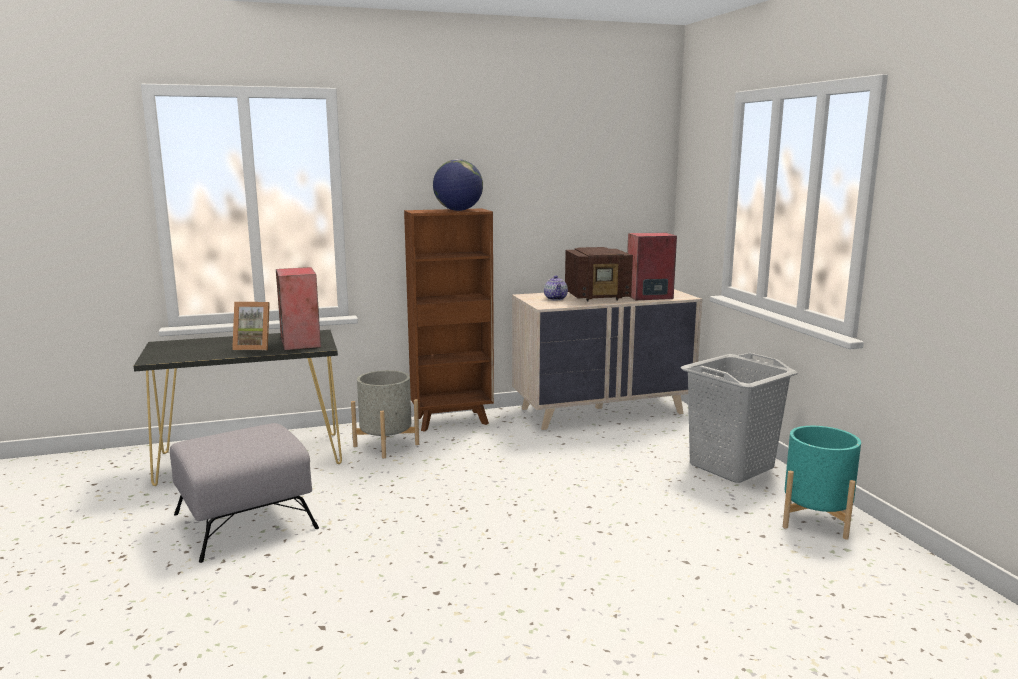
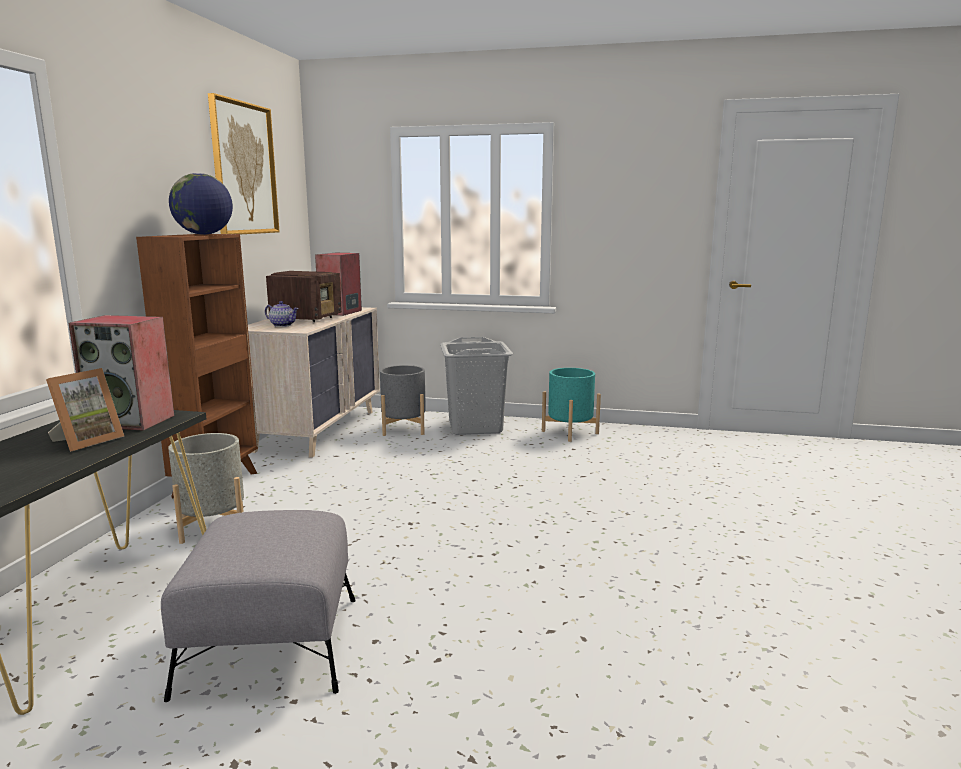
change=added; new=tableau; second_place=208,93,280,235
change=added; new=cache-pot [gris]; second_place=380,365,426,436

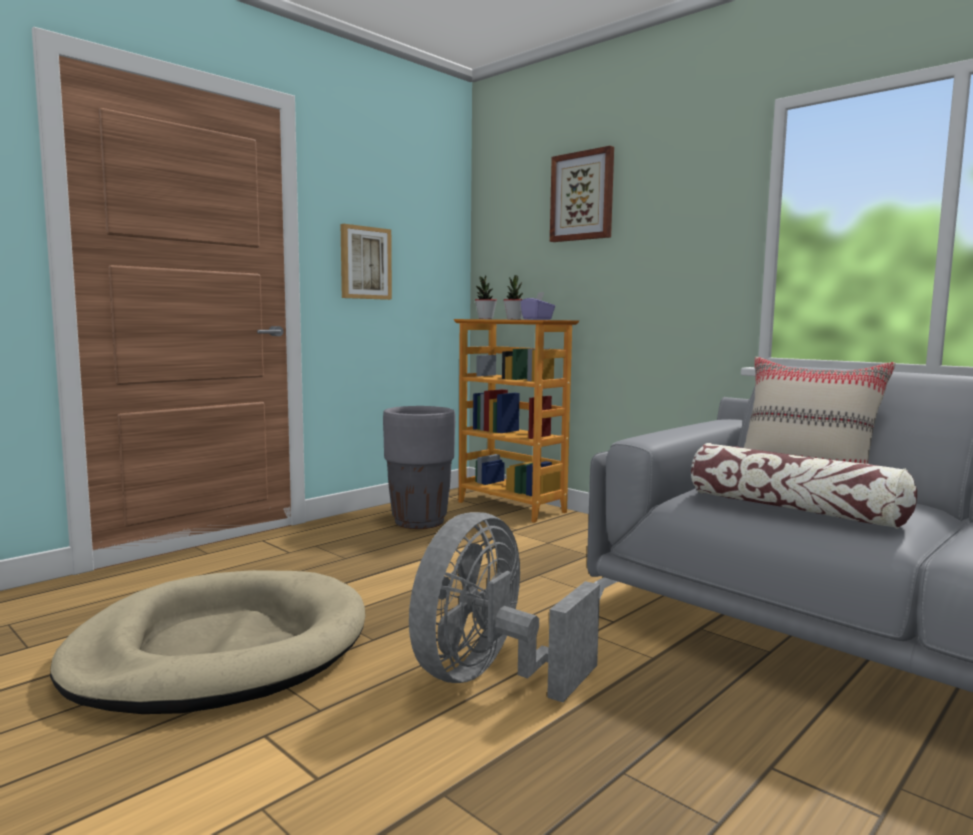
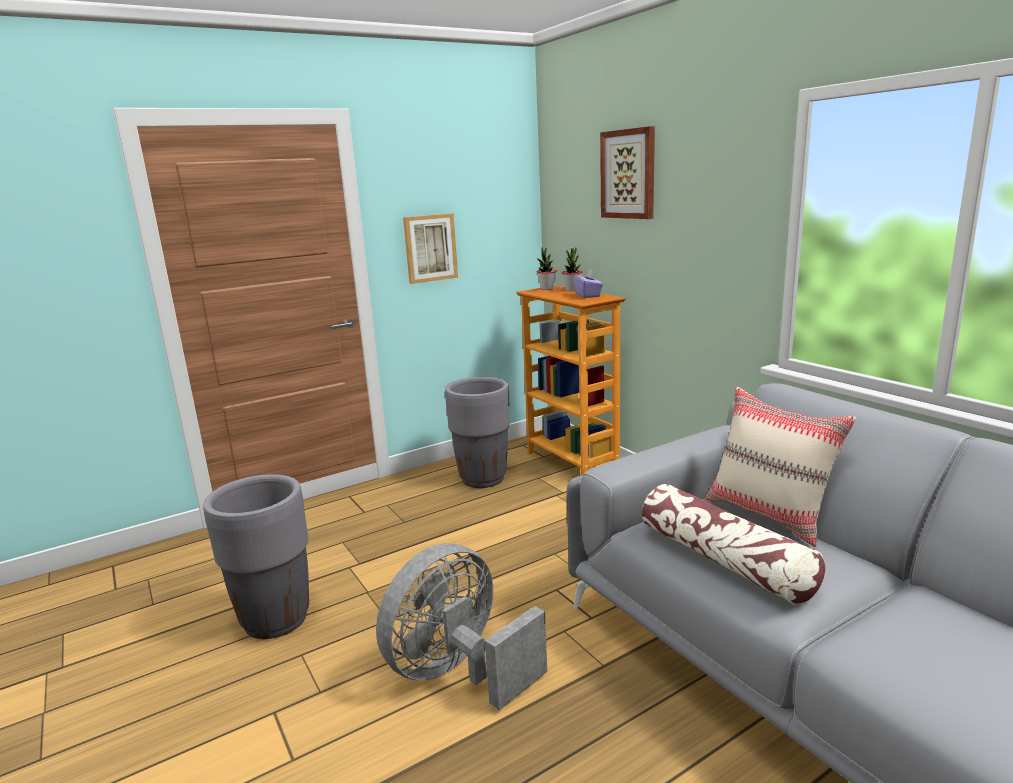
change=replaced; old=panier pour chien [beige]; new=cache-pot [gris]; first_place=50,570,365,714; second_place=203,474,309,639

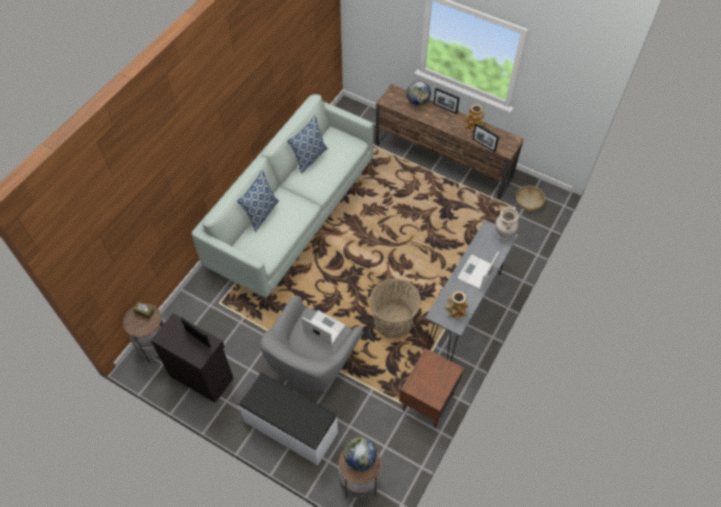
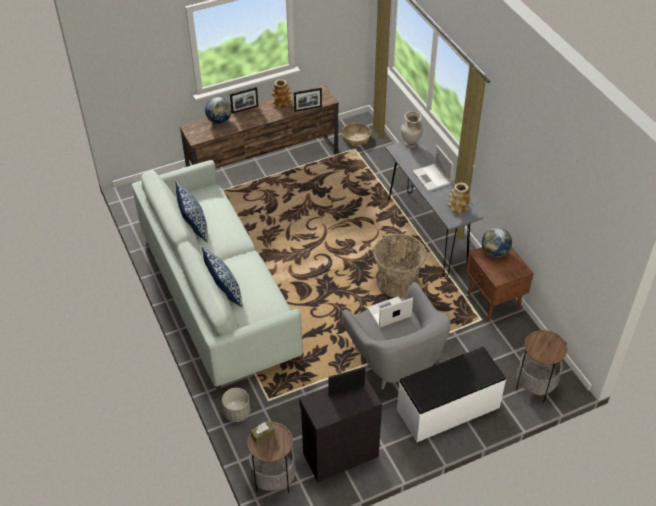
change=moved; old=globe; first_place=344,437,377,471; second_place=482,227,512,257
change=added; new=cache-pot [gris]; second_place=222,388,250,422

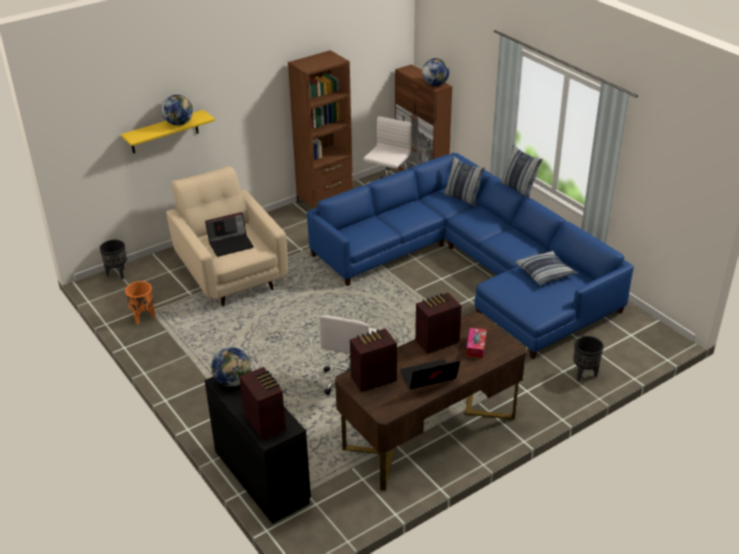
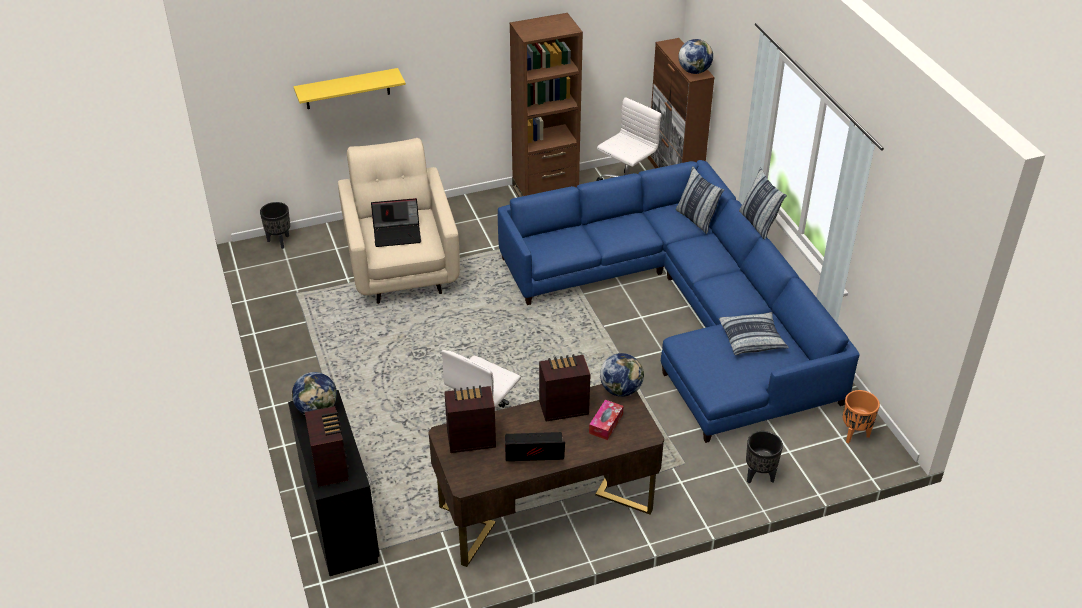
change=moved; old=cache-pot [orange]; first_place=125,281,155,324; second_place=843,390,880,443
change=moved; old=globe; first_place=162,95,193,126; second_place=600,353,644,397

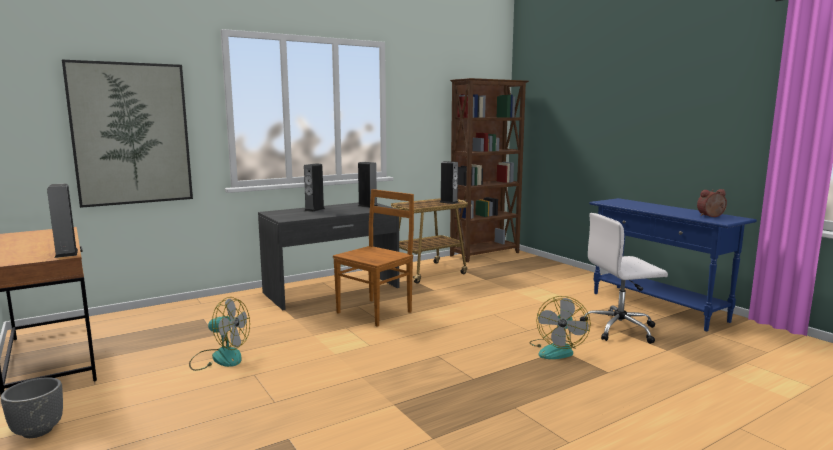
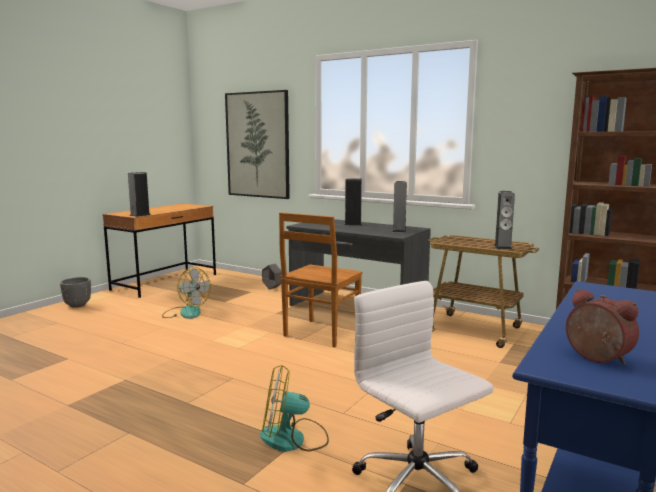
change=turned; old=ventilateur; first_place=189,297,250,371; second_place=162,267,211,319; degrees=-45
change=turned; old=chaise [marron]; first_place=333,189,414,327; second_place=279,212,363,347; degrees=105
change=added; new=cache-pot [gris]; second_place=262,264,282,290

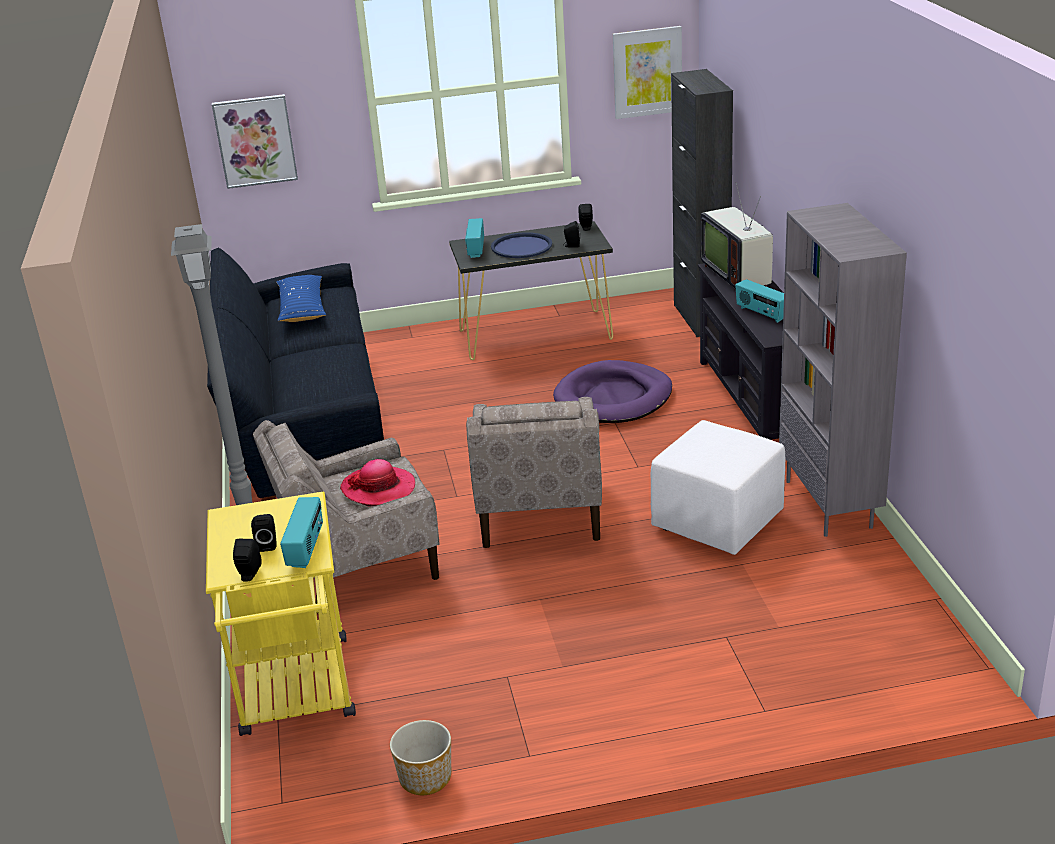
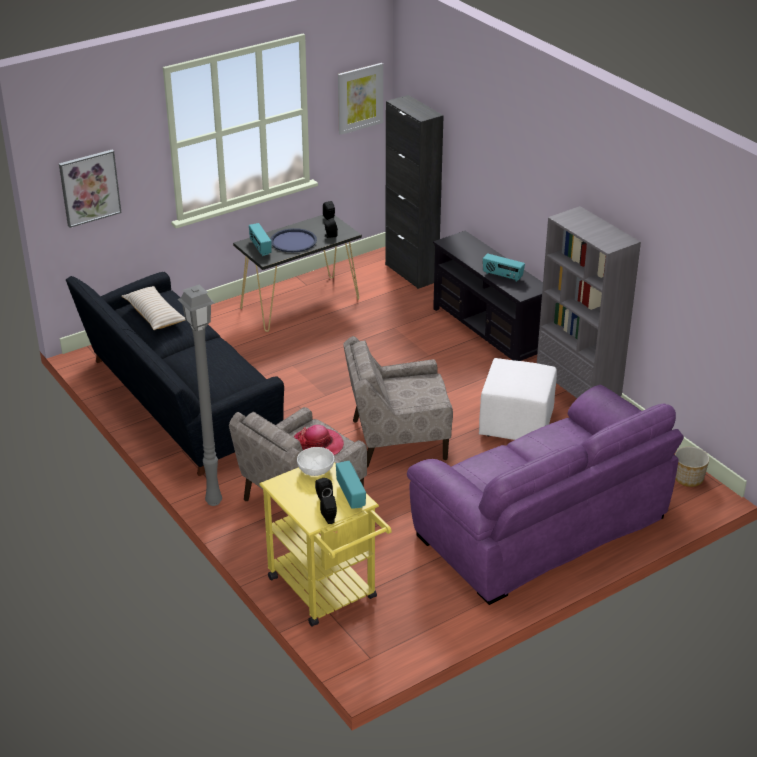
change=recoloured; old=coussin [bleu]; new=coussin [beige]; first_place=276,275,326,322; second_place=122,286,185,330
change=moved; old=cache-pot; first_place=390,720,451,795; second_place=675,447,710,487
change=turned; old=fauteuil [beige]; first_place=466,397,602,548; second_place=343,336,453,468; degrees=105
change=removed; old=panier pour chien [violet]; first_place=553,360,672,423
change=removed; old=téléviseur; first_place=700,183,773,289
change=added; new=bol [blanc]; second_place=297,447,334,476
change=added; new=canapé [violet]; second_place=407,385,684,605

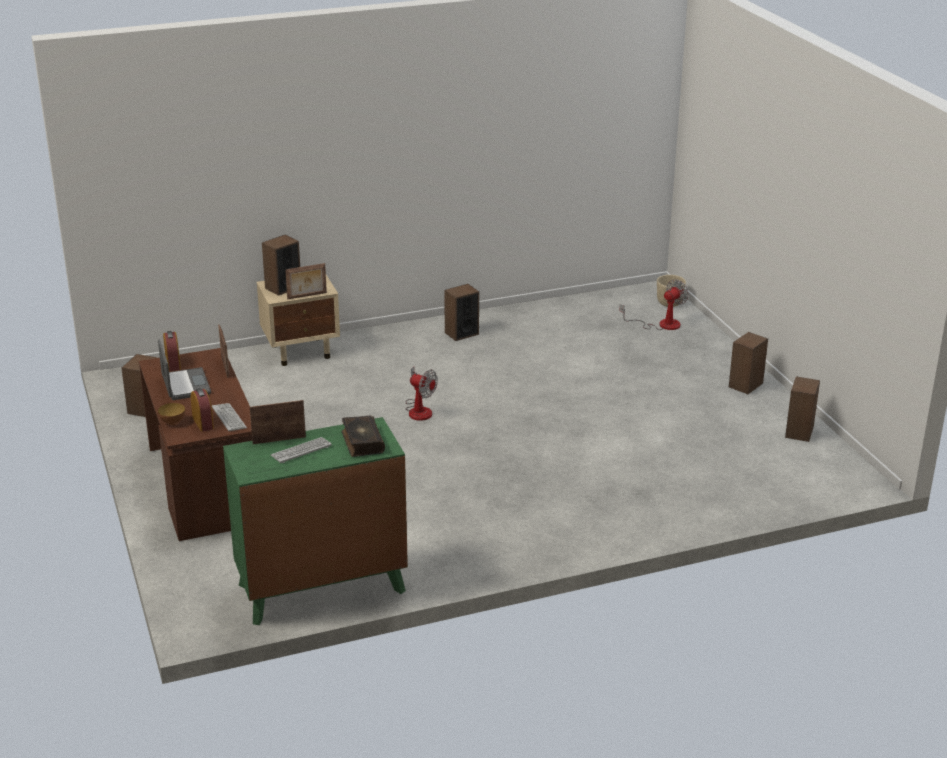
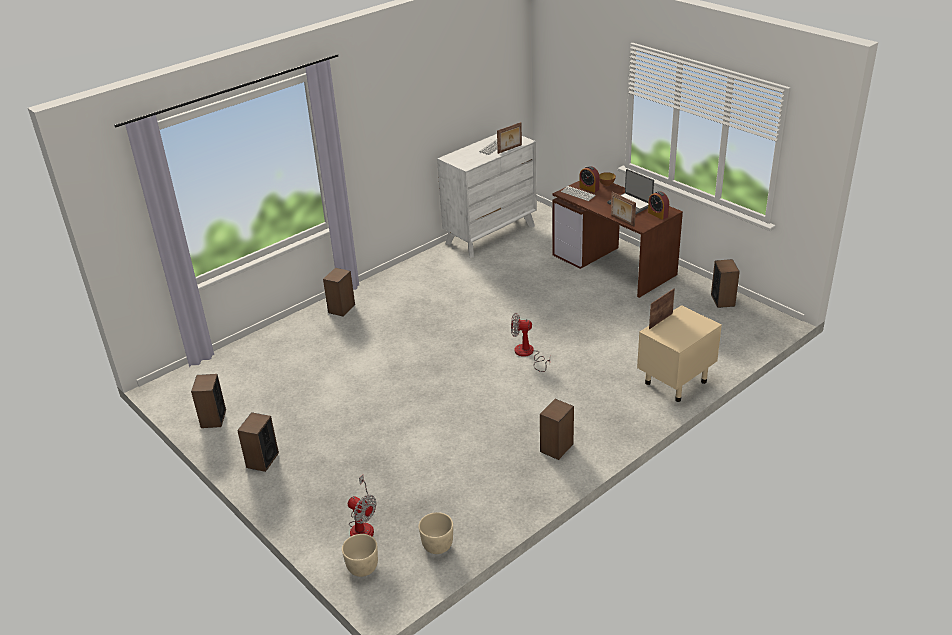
change=recoloured; old=commode [vert]; new=commode [blanc]; first_place=223,417,408,625; second_place=437,134,537,258
change=moved; old=enceinte; first_place=262,235,300,296; second_place=323,268,355,317
change=removed; old=livre; first_place=342,415,385,457
change=turned; old=ventilateur; first_place=619,279,689,330; second_place=348,475,377,536; degrees=-75
change=added; new=cache-pot [beige]; second_place=419,512,453,554

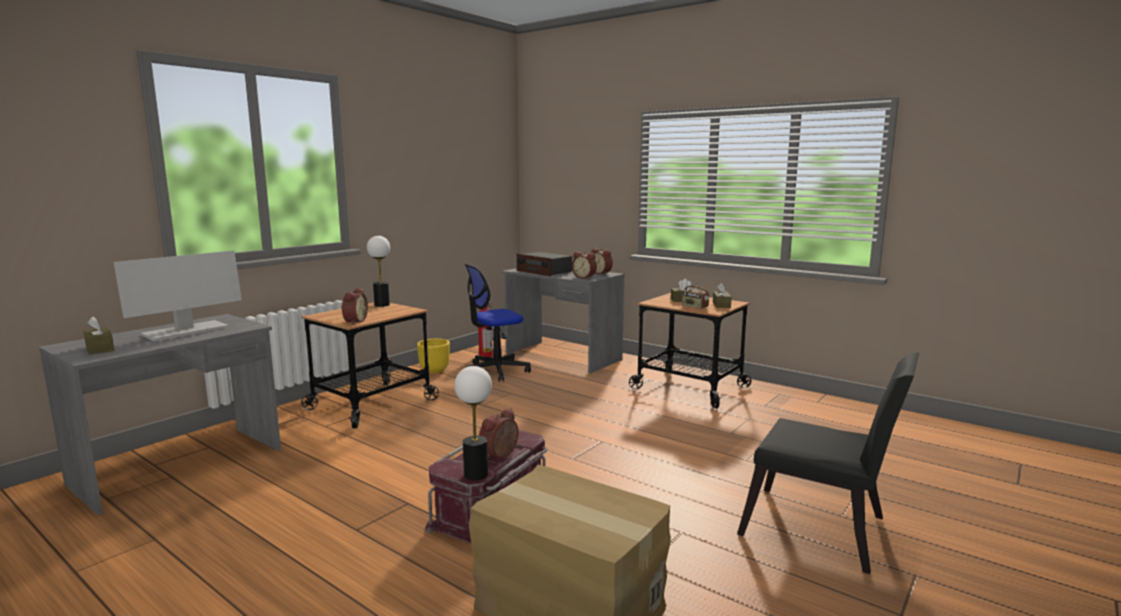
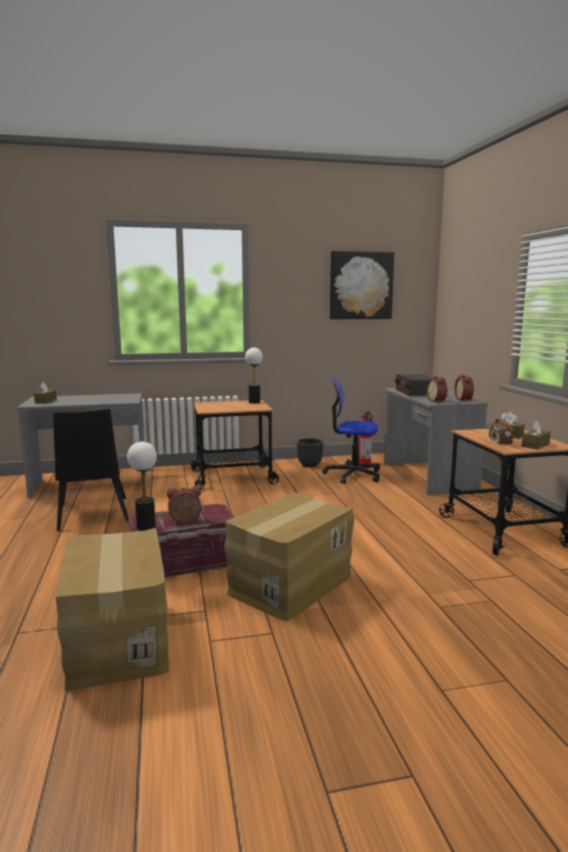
change=removed; old=écran d'ordinateur; first_place=114,251,242,341
change=removed; old=réveil; first_place=341,288,368,325
change=recoloured; old=cache-pot [jaune]; new=cache-pot [noir]; first_place=417,339,450,374; second_place=297,438,324,467
change=moved; old=chaise [noir]; first_place=737,353,919,574; second_place=53,409,129,531
change=added; new=carton; second_place=224,493,354,621
change=added; new=tableau; second_place=330,251,394,319

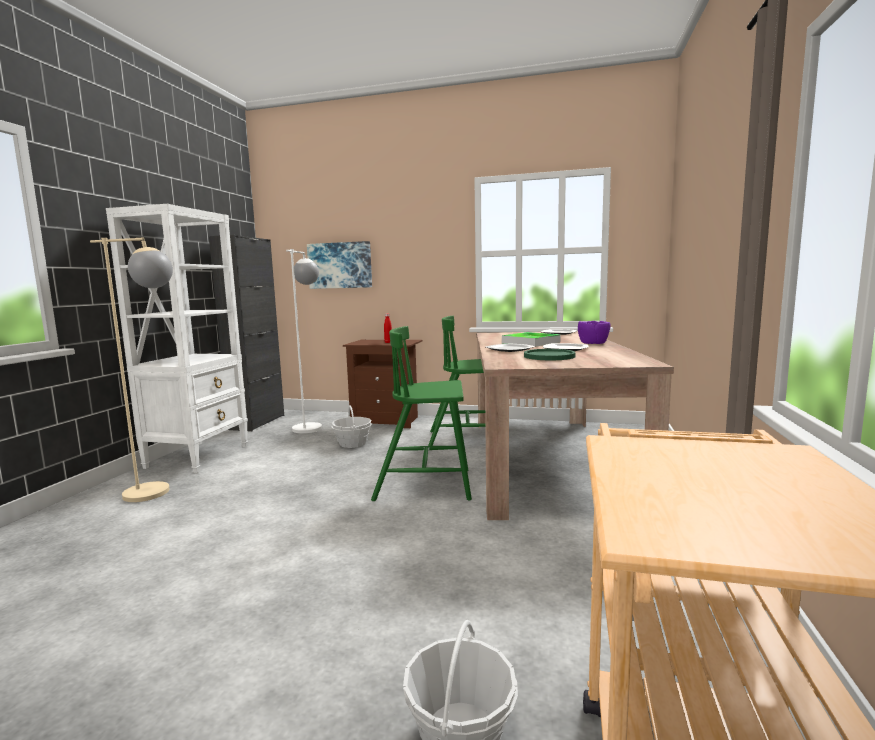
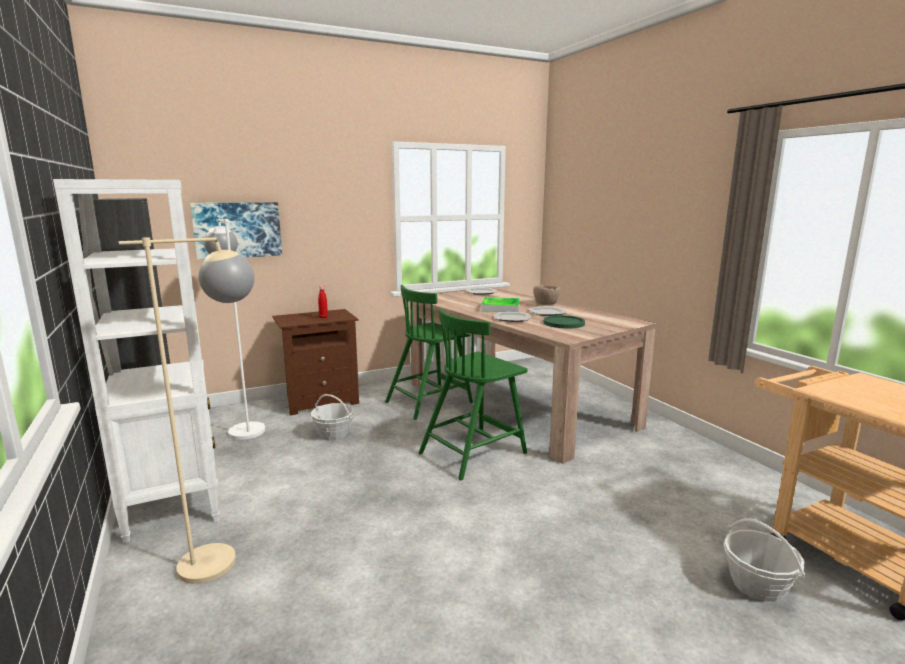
change=recoloured; old=bol [violet]; new=bol [marron]; first_place=578,321,611,344; second_place=533,285,560,305

